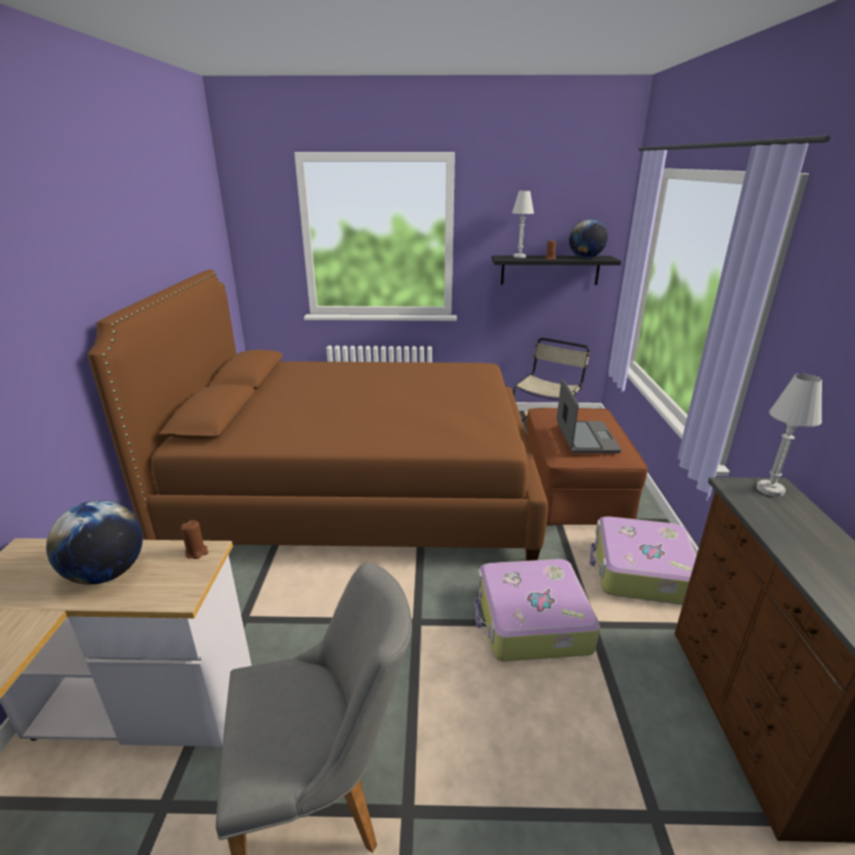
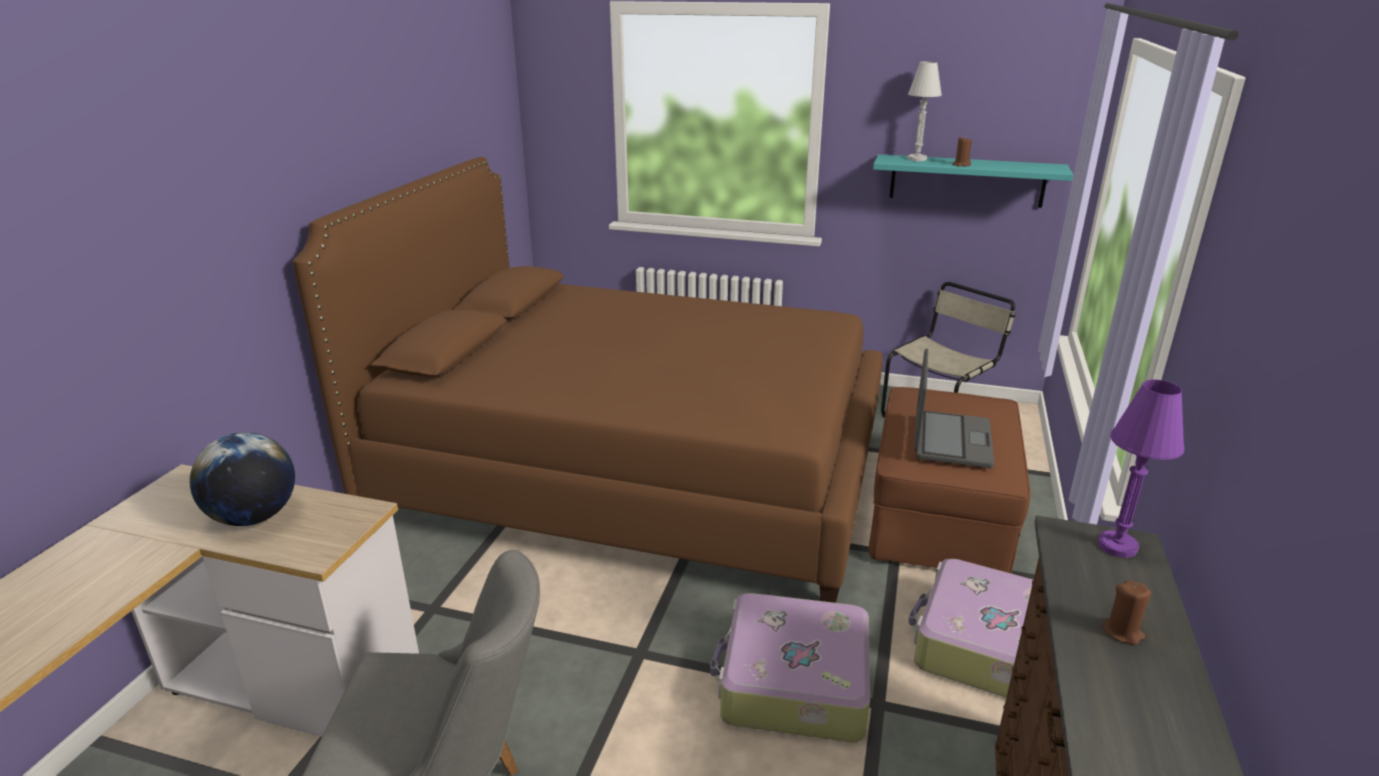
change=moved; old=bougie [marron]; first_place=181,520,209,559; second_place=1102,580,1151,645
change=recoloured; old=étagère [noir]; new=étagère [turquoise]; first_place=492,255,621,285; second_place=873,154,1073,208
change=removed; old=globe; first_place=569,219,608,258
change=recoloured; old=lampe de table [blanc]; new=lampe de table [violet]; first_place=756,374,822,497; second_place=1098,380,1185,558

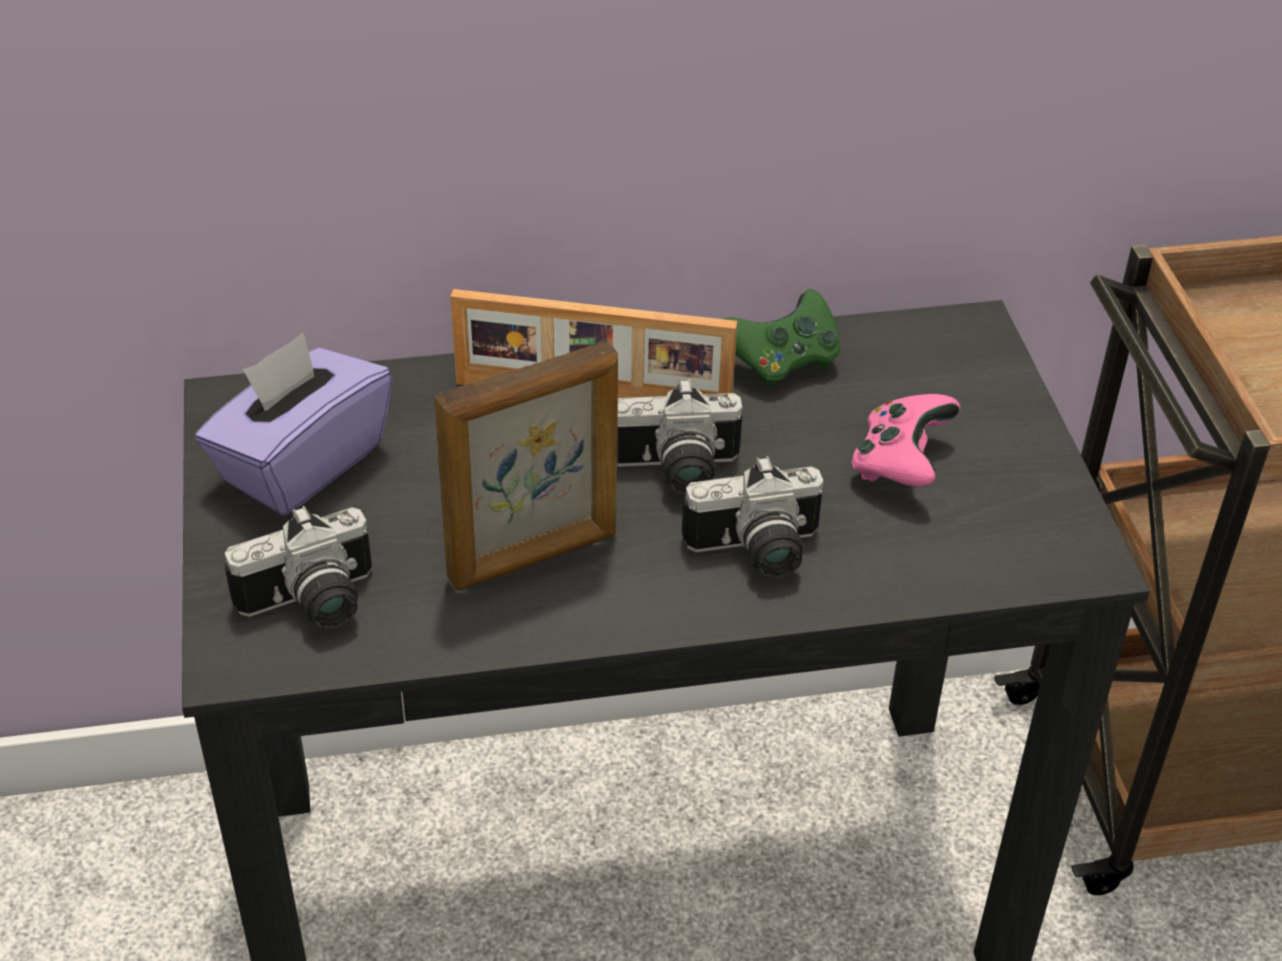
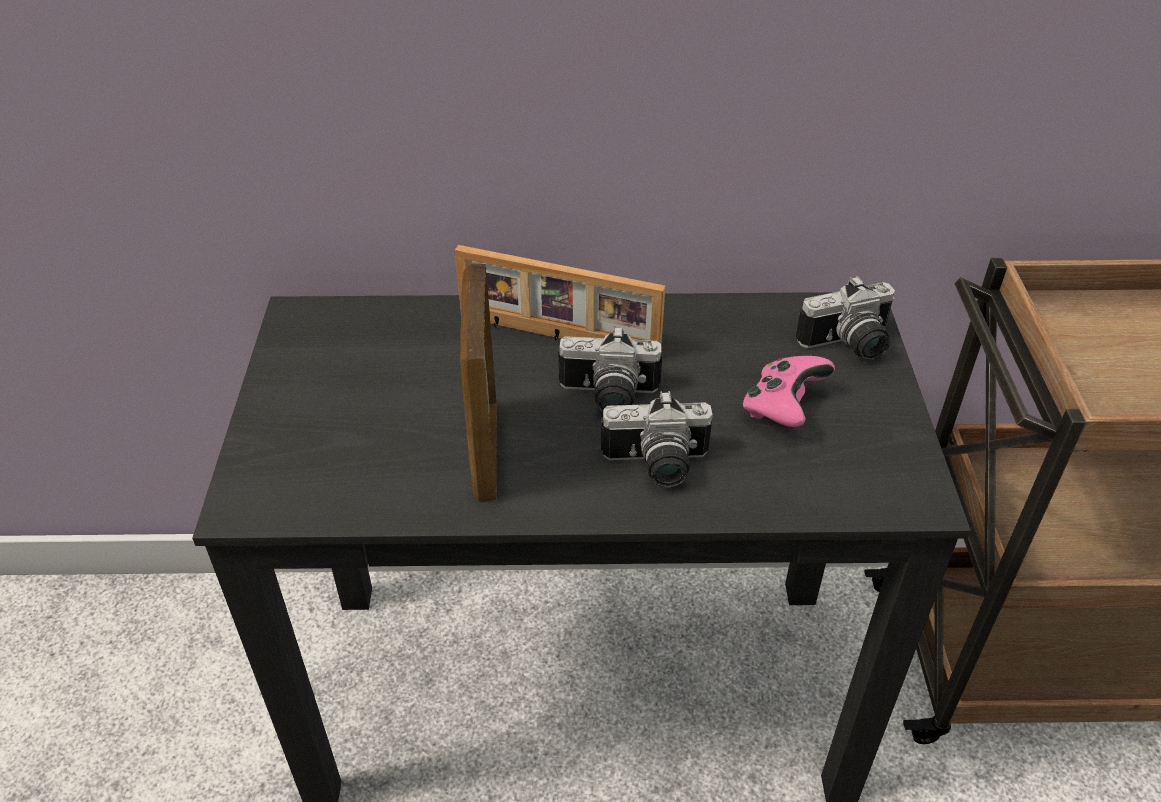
change=removed; old=boîte à mouchoirs [violet]; first_place=195,333,392,516
change=moved; old=appareil photo; first_place=224,506,372,629; second_place=796,276,895,360
change=turned; old=cadre photo; first_place=434,341,618,590; second_place=460,264,497,501; degrees=105
change=removed; old=manette [vert]; first_place=724,289,840,388

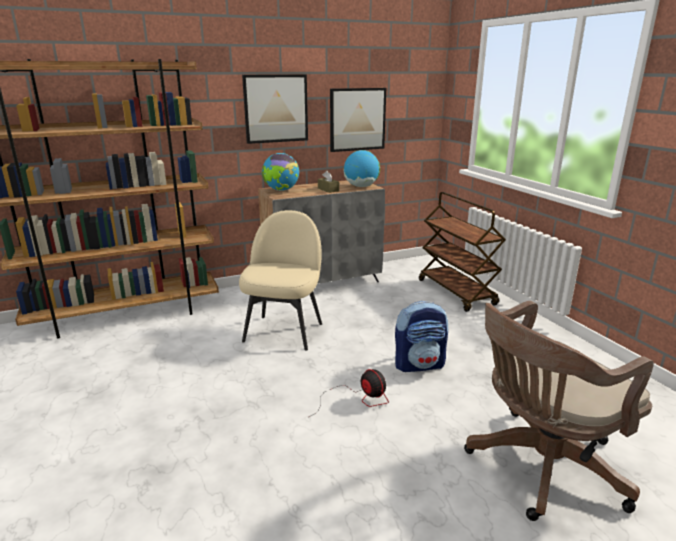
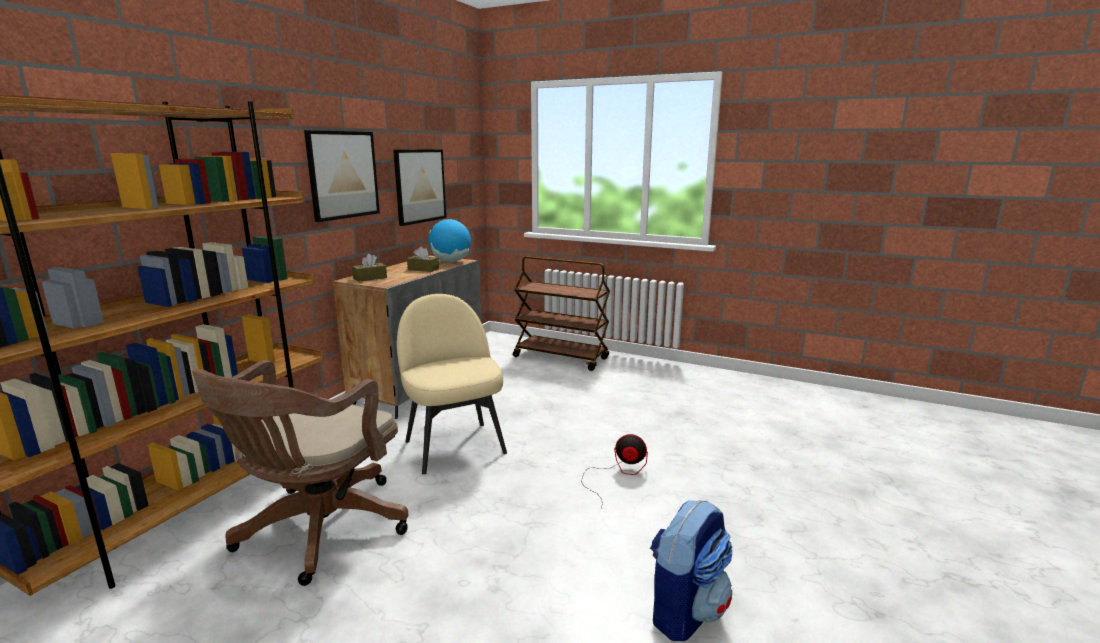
change=replaced; old=globe; new=boîte à mouchoirs [marron]; first_place=262,153,299,191; second_place=352,254,387,282
change=moved; old=sac à dos; first_place=395,301,448,372; second_place=650,500,732,641
change=moved; old=chaise de bureau [marron]; first_place=464,301,654,521; second_place=192,360,409,586

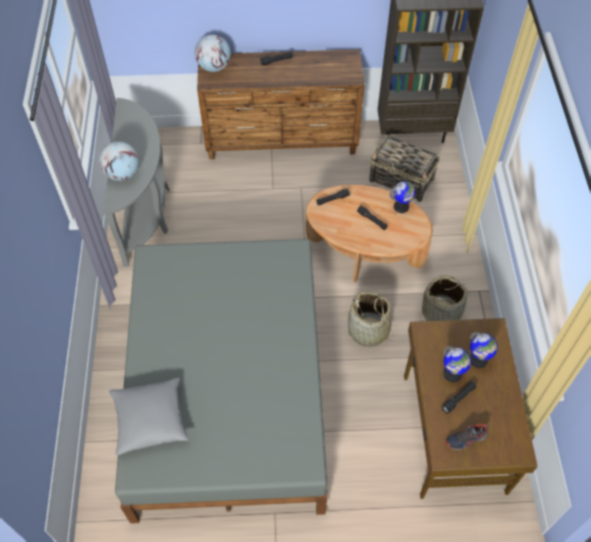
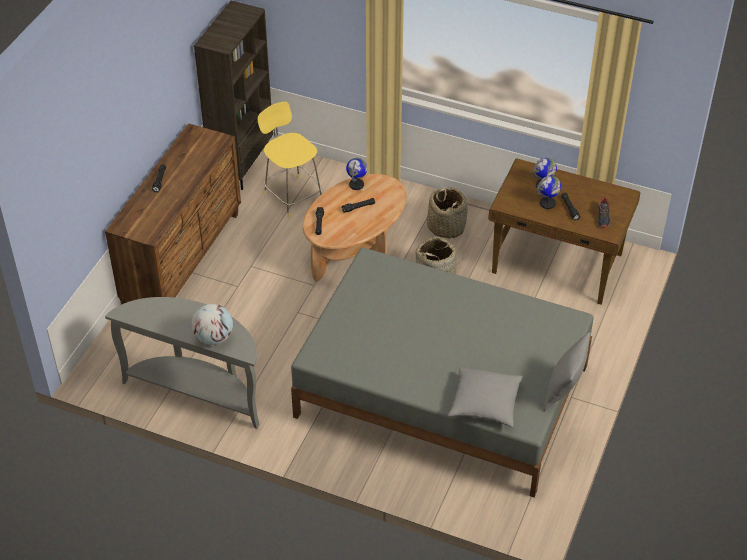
change=removed; old=globe; first_place=195,35,231,72
change=replaced; old=panier; new=tabouret [jaune]; first_place=369,135,440,202; second_place=258,102,321,217
change=added; new=coussin [gris]; second_place=543,332,591,412

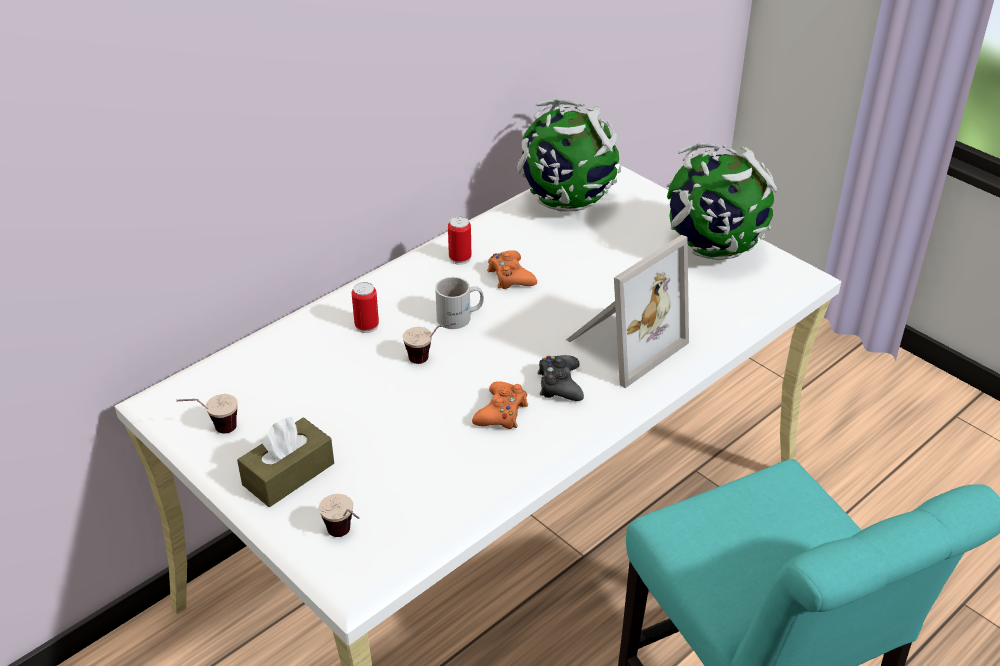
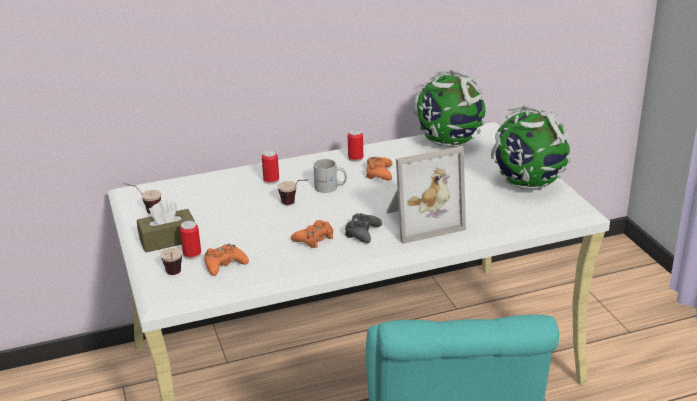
change=added; new=boîte métallique; second_place=180,221,201,260
change=added; new=manette [orange]; second_place=204,244,249,276

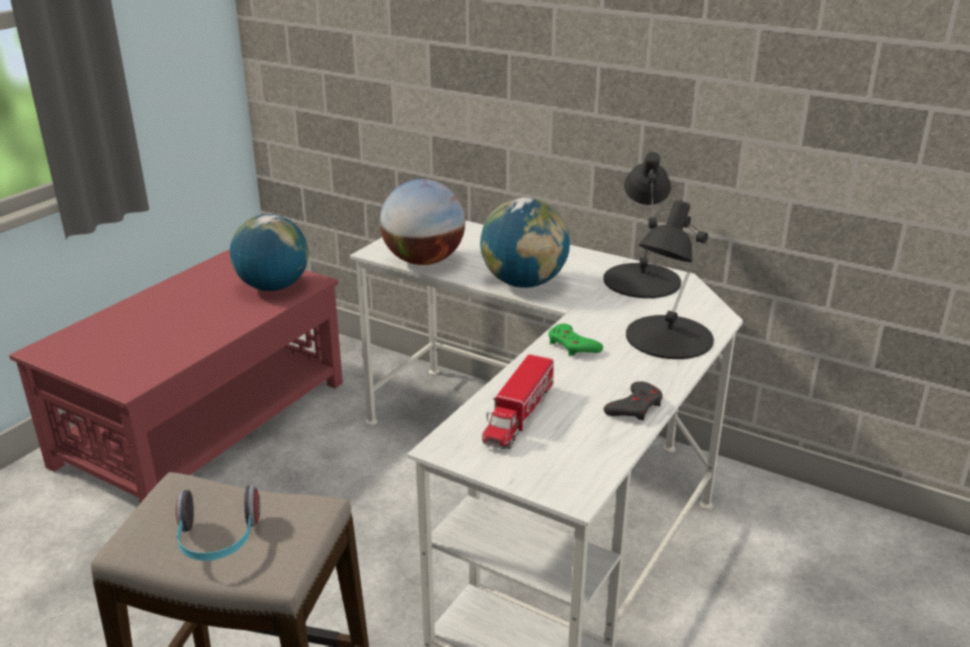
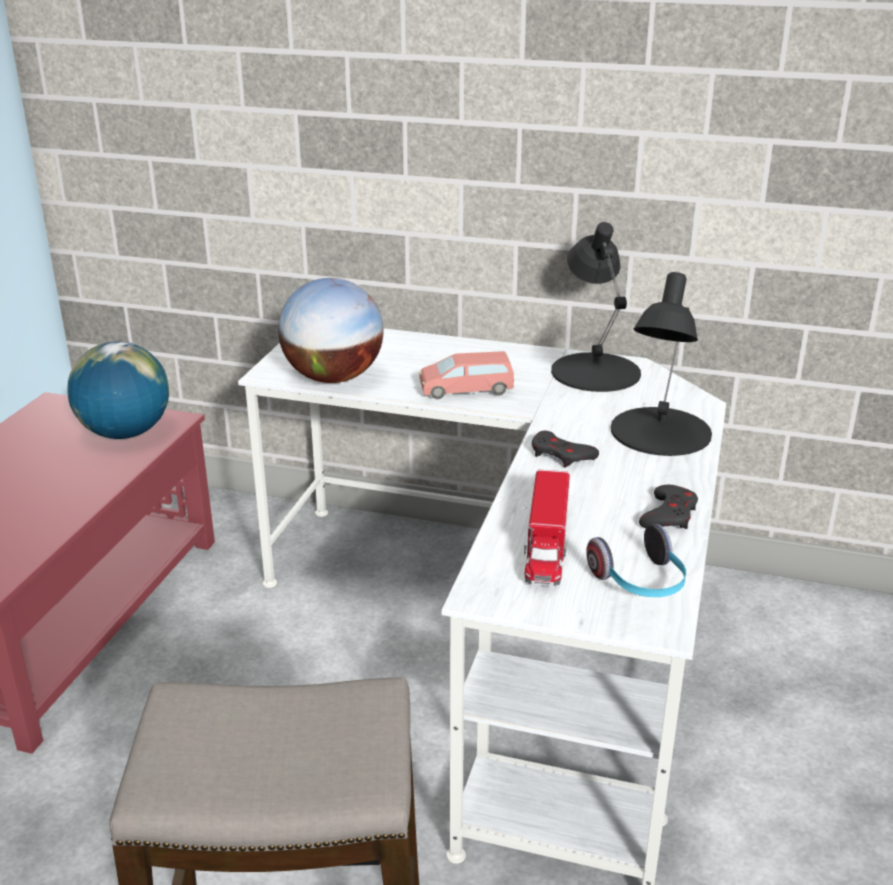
change=moved; old=casque audio; first_place=176,485,261,560; second_place=586,524,686,597
change=replaced; old=globe; new=petite voiture [rose]; first_place=480,197,570,288; second_place=419,351,514,399
change=recoloured; old=manette [vert]; new=manette [gris]; first_place=548,324,603,356; second_place=532,431,599,468

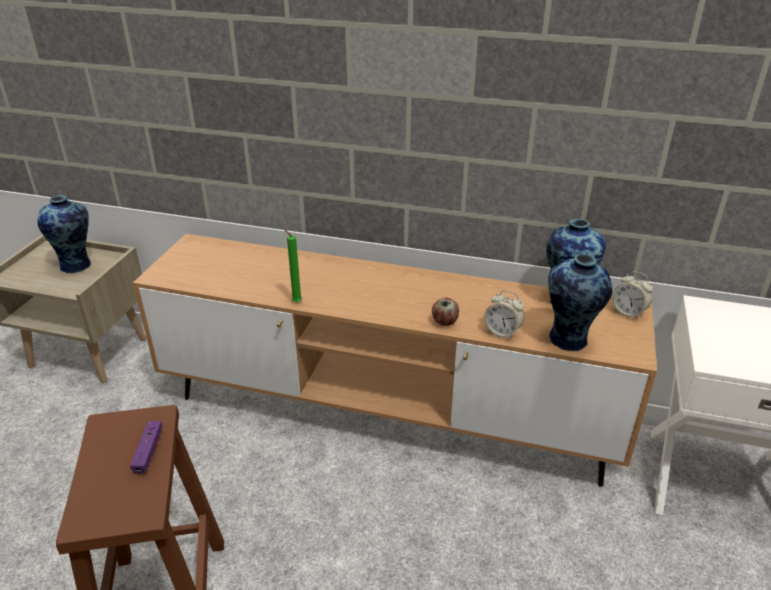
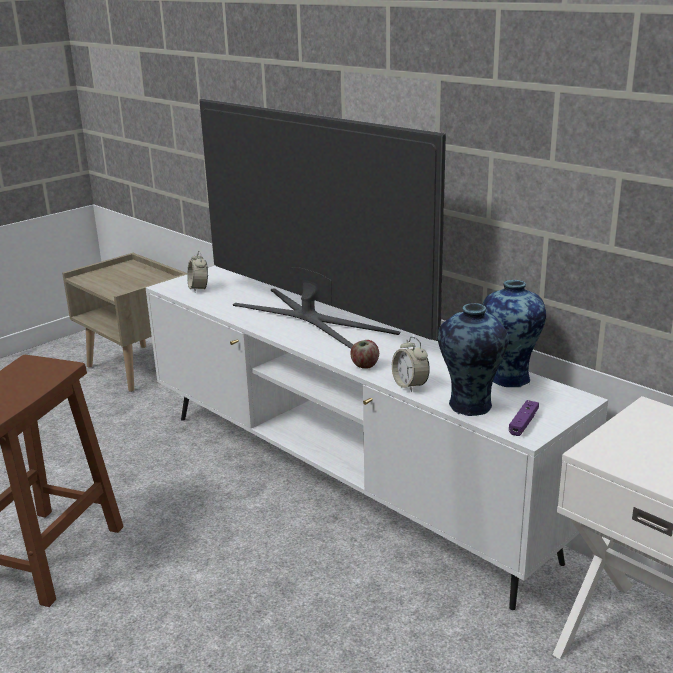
change=removed; old=vase; first_place=37,195,91,273
change=moved; old=manette [violet]; first_place=130,421,162,474; second_place=509,400,539,436
change=recoloured; old=meuble télé [marron]; new=meuble télé [blanc]; first_place=133,234,657,487; second_place=146,266,608,610
change=removed; old=bougie [vert]; first_place=282,228,302,302
change=moved; old=réveil; first_place=612,271,653,320; second_place=187,251,208,292
change=added; new=téléviseur; second_place=199,99,446,349

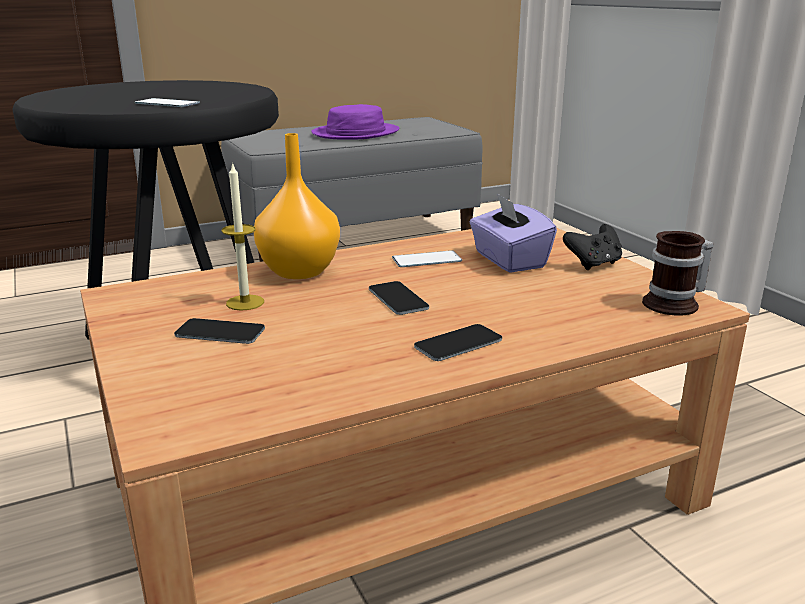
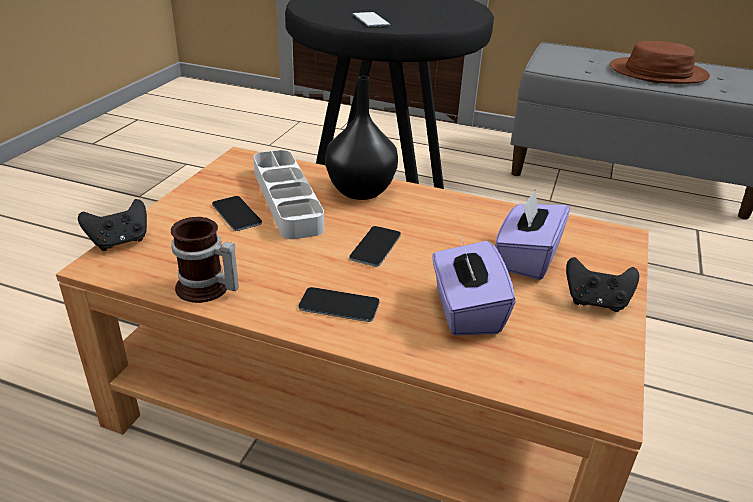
change=replaced; old=bougie; new=plateau [gris]; first_place=222,162,264,311; second_place=253,150,324,239
change=recoloured; old=vase [orange]; new=vase [noir]; first_place=254,133,340,279; second_place=325,76,398,200
change=recoloured; old=chapeau [violet]; new=chapeau [marron]; first_place=311,104,399,140; second_place=610,41,710,84
change=removed; old=téléphone; first_place=392,250,462,267
change=moved; old=mug; first_place=642,231,714,316; second_place=171,217,239,303
change=added; new=manette [noir]; second_place=78,199,147,251
change=added; new=boîte à mouchoirs [violet]; second_place=432,235,516,336

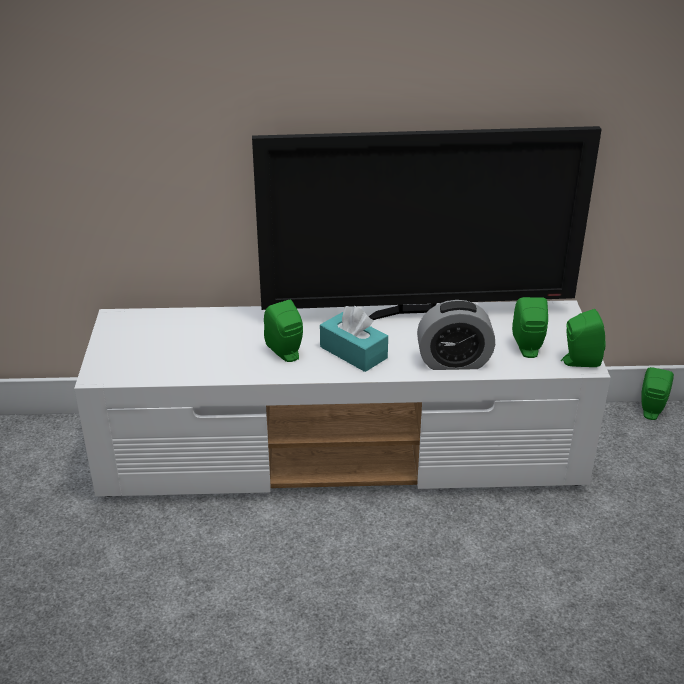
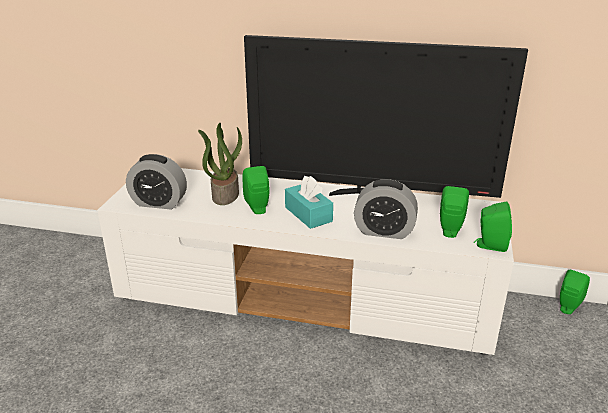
change=added; new=réveil; second_place=126,154,187,209
change=added; new=plante en pot; second_place=198,123,242,205

